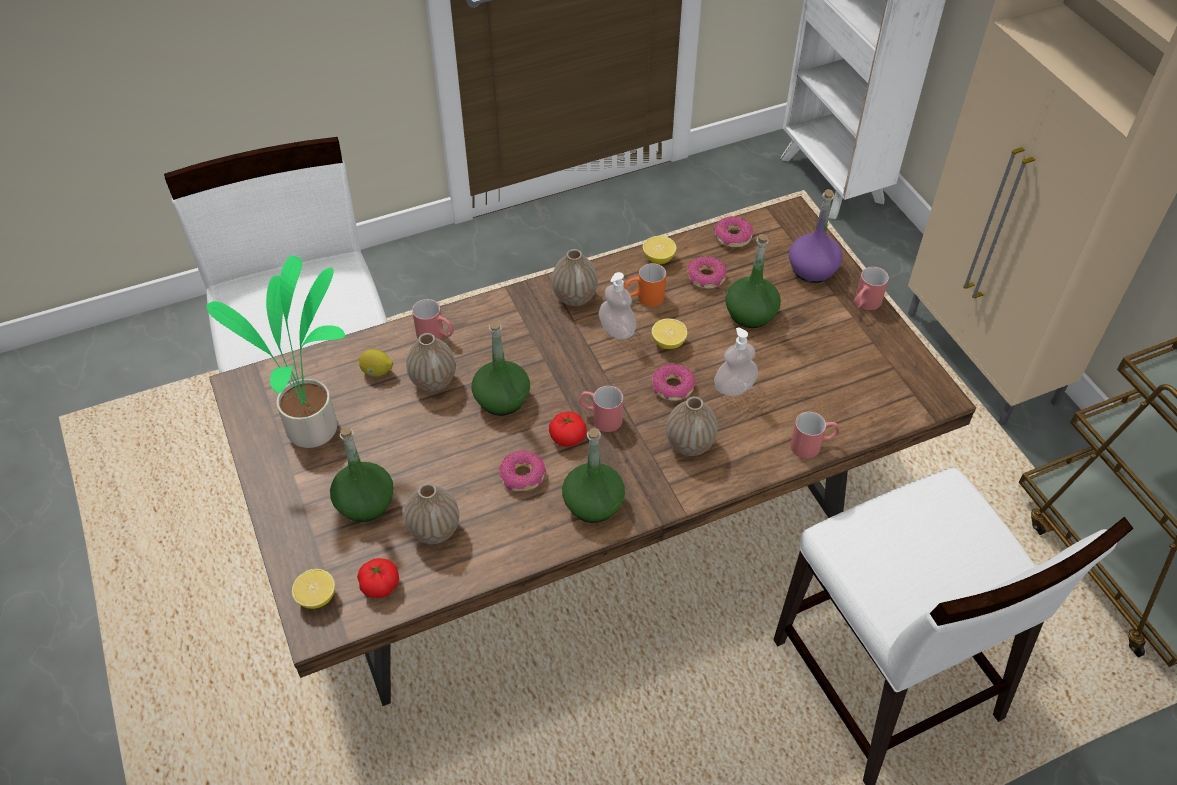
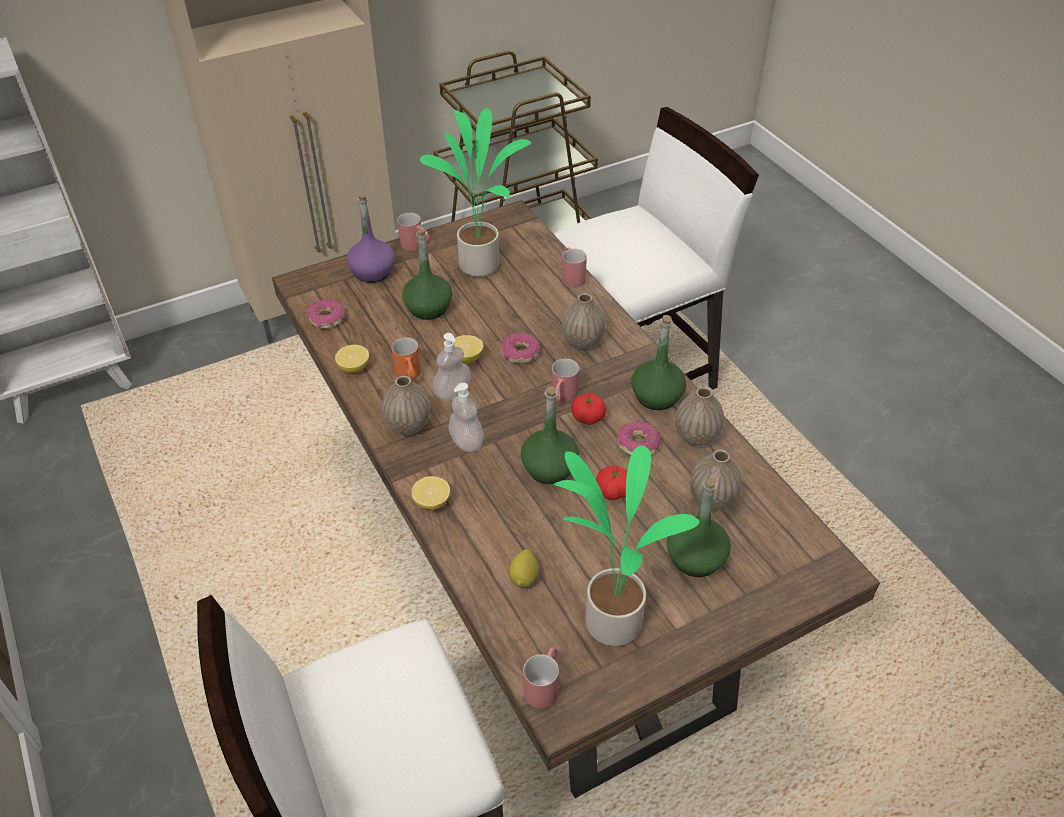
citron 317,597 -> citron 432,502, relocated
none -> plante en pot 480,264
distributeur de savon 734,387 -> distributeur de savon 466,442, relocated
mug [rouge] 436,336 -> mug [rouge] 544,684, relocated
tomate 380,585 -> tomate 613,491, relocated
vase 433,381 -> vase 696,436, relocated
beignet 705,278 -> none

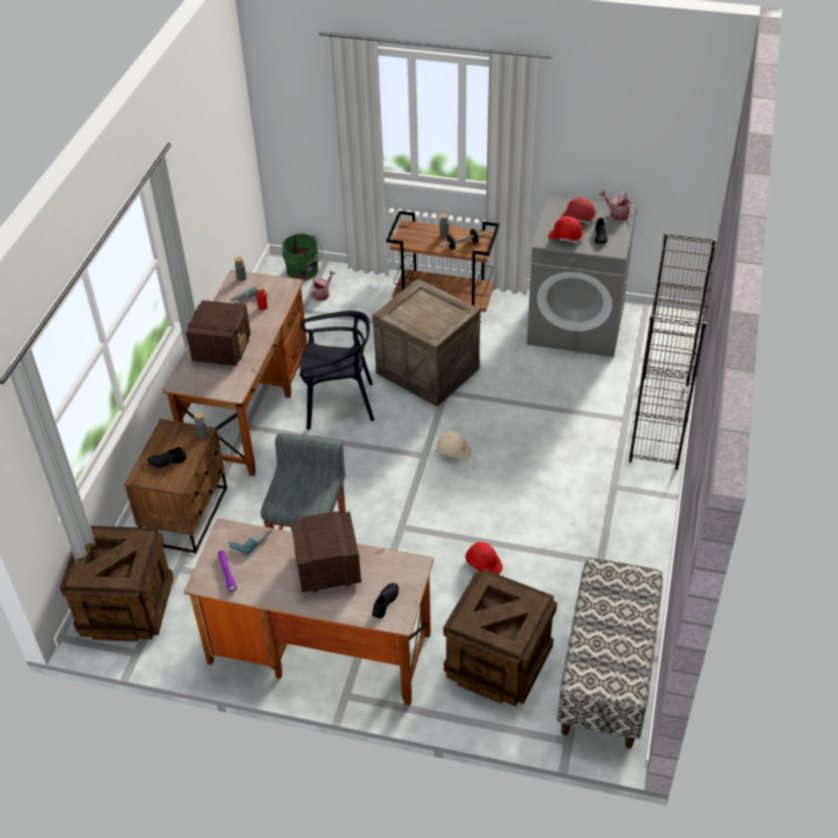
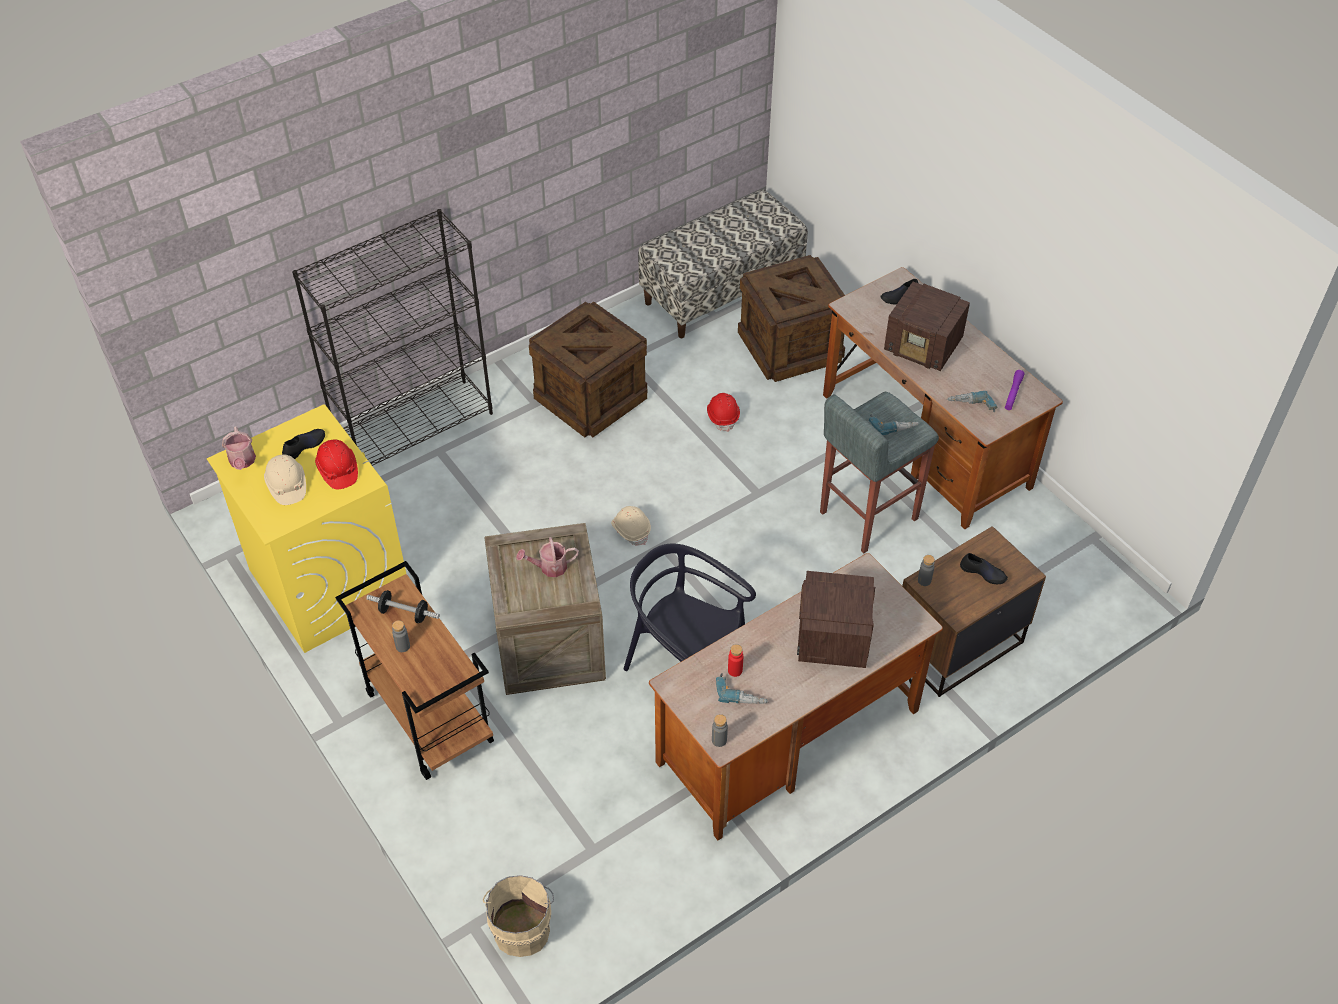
lave-linge [gris] 577,324 -> lave-linge [jaune] 328,582
casque de chantier [rouge] 578,218 -> casque de chantier [beige] 287,486
seau [vert] 303,271 -> seau [beige] 522,927
arrosoir 323,294 -> arrosoir 549,567, relocated
caisse 125,606 -> caisse 592,397, relocated
radio 222,349 -> radio 832,639, 45 degrees counterclockwise
none -> perceuse 893,425

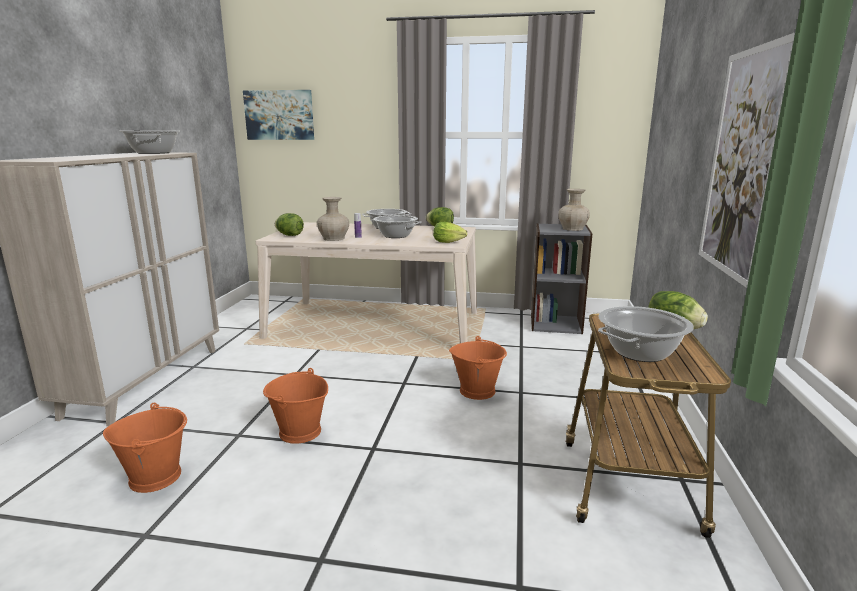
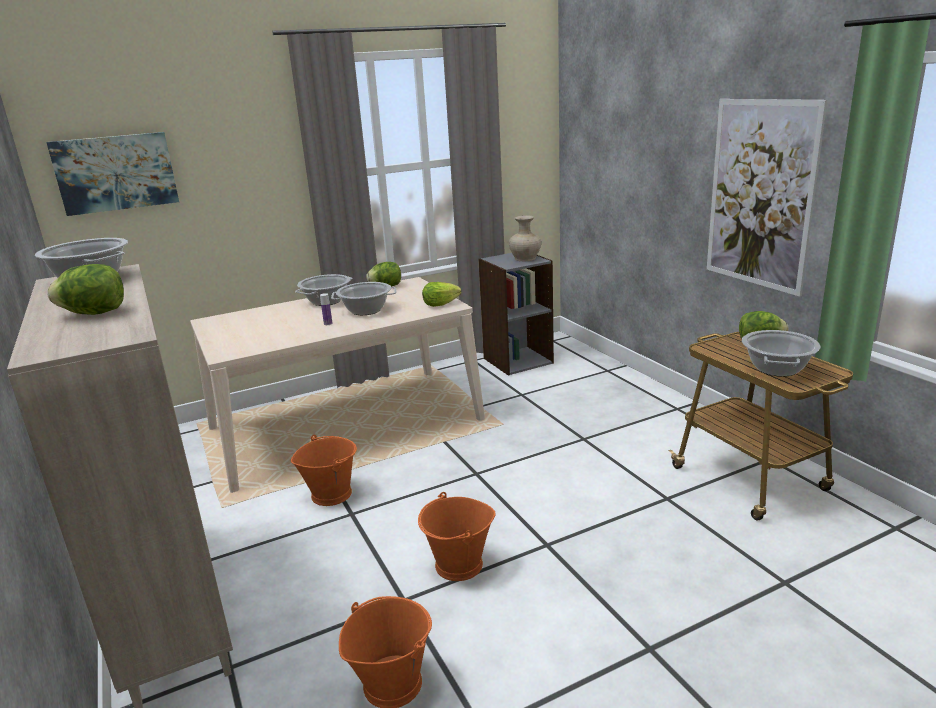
laitue 289,235 -> laitue 95,313, relocated
seau [orange] 477,390 -> seau [orange] 331,494, relocated
vase [beige] 333,238 -> none

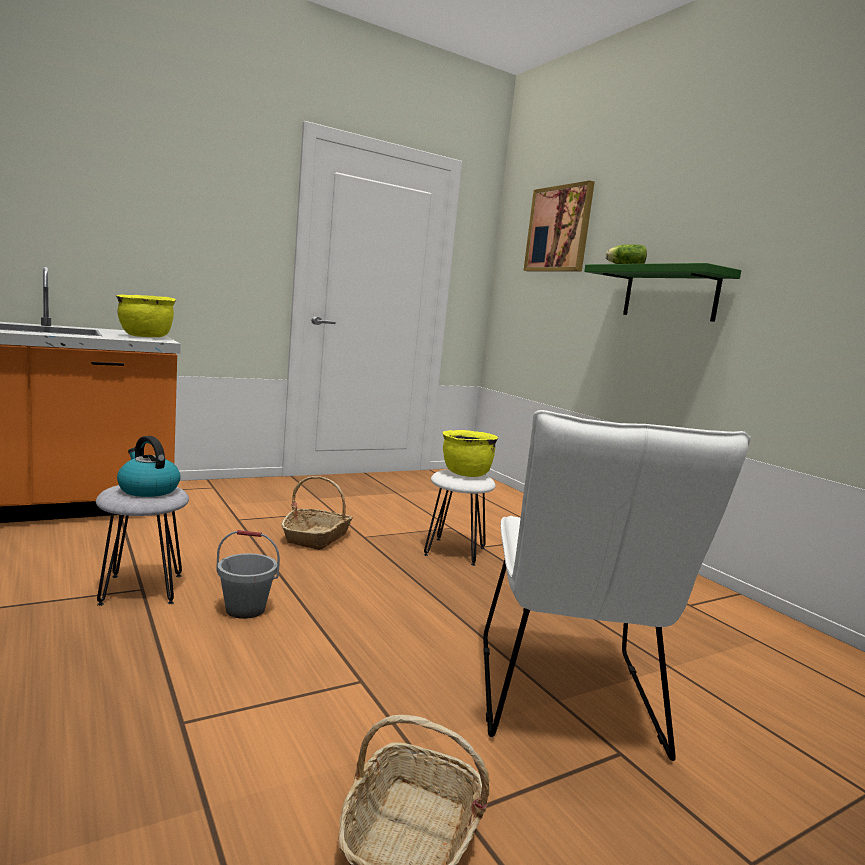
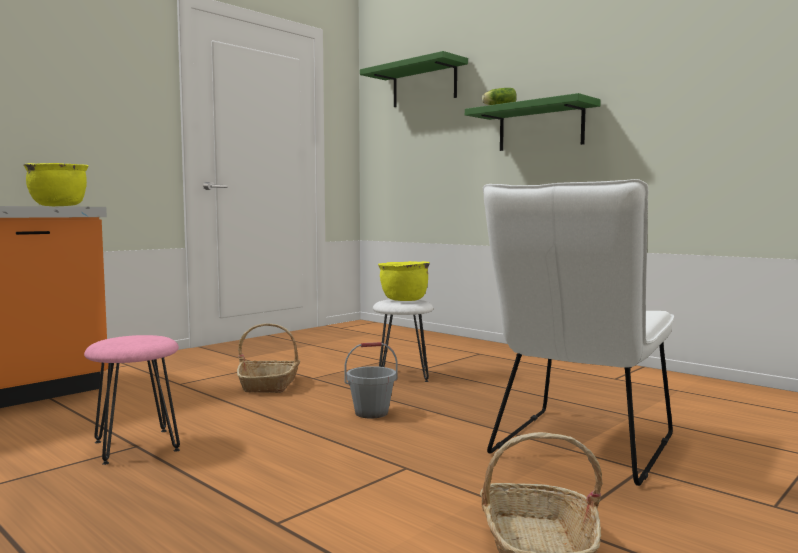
tabouret [gris] 142,589 -> tabouret [rose] 136,446
seau [gris] 245,609 -> seau [gris] 371,413, relocated
tableau 559,229 -> étagère [vert] 424,84
chaise [blanc] 567,702 -> chaise [blanc] 578,449, 45 degrees clockwise
bouilloire 147,489 -> none

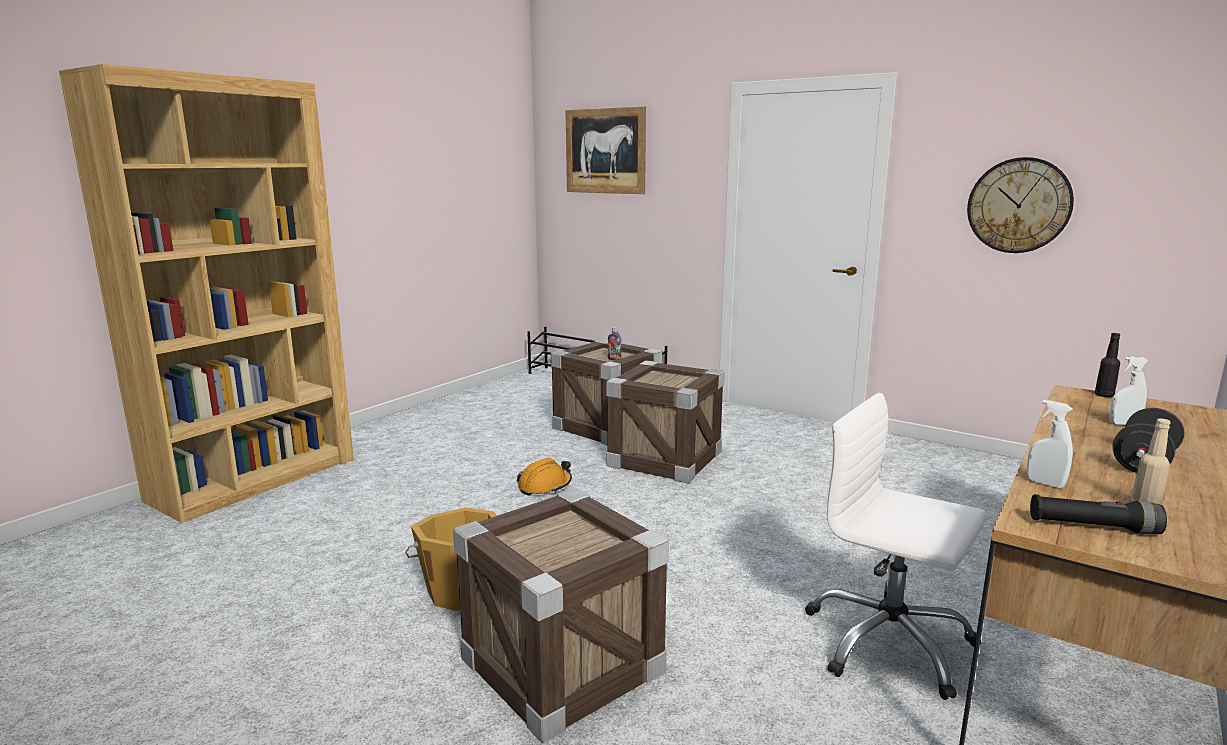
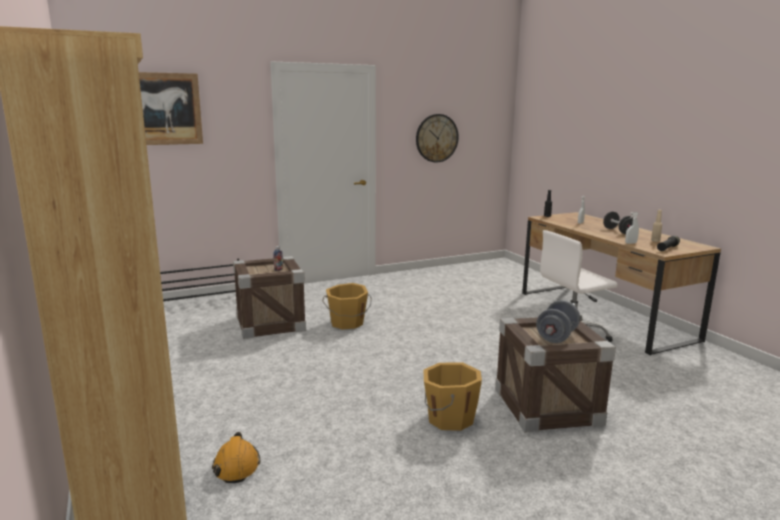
casque de chantier [orange] 545,486 -> casque de chantier [orange] 236,466, relocated
caisse 665,459 -> seau [orange] 347,323
none -> haltère [gris] 556,337

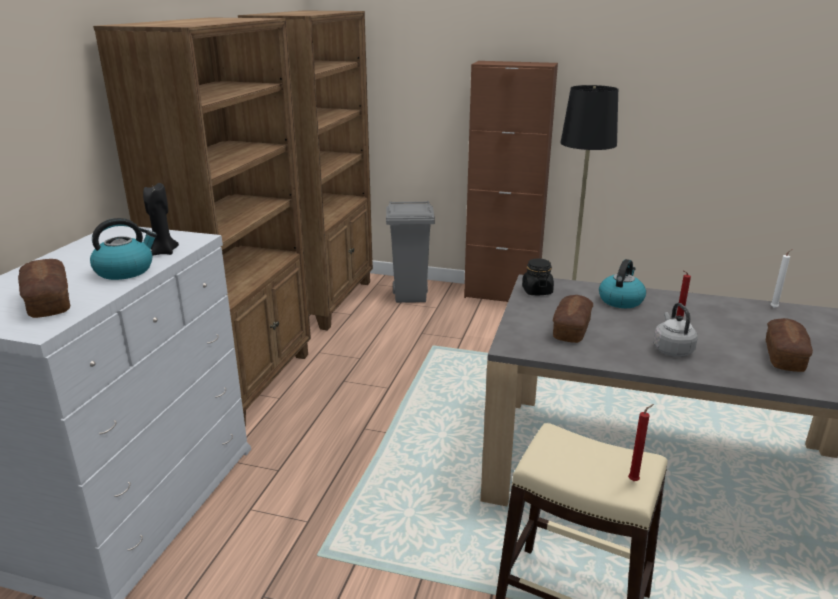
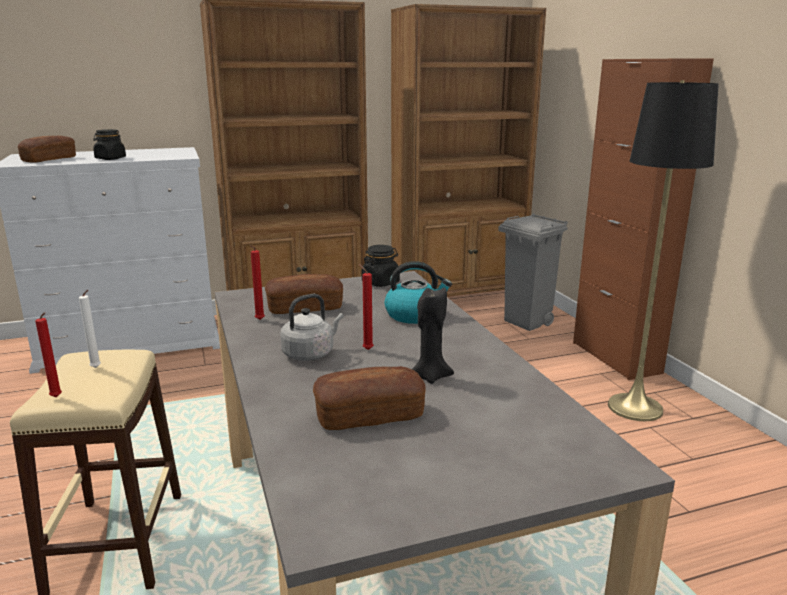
bougie [blanc] 774,307 -> bougie [blanc] 97,368, relocated
bouilloire 125,270 -> bocal [noir] 110,159
none -> bougie [rouge] 259,320
bougie [noir] 163,252 -> bougie [noir] 430,376, relocated

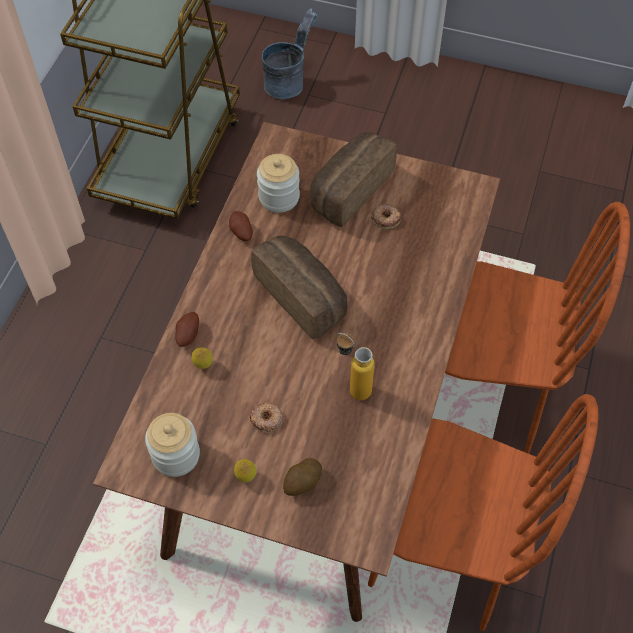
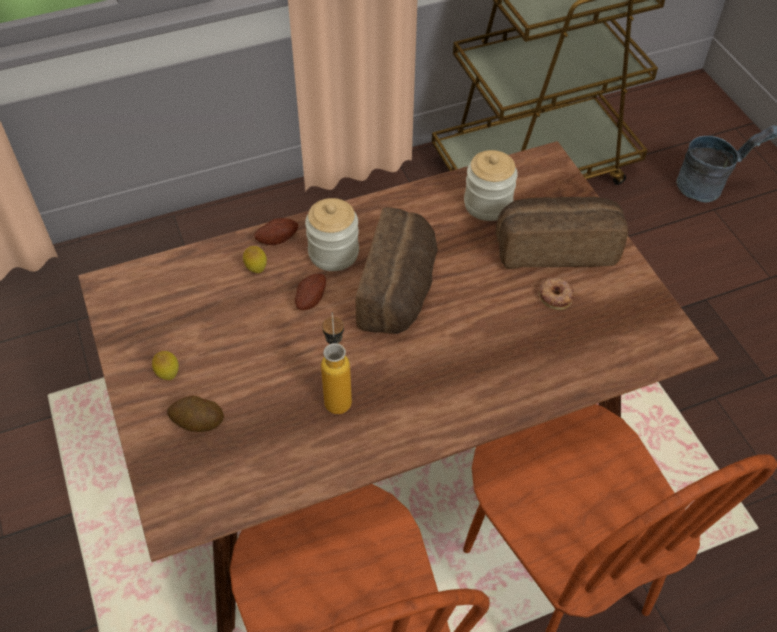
pomme de terre 241,232 -> pomme de terre 310,299, relocated
bocal 176,455 -> bocal 333,253, relocated
beignet 267,419 -> none

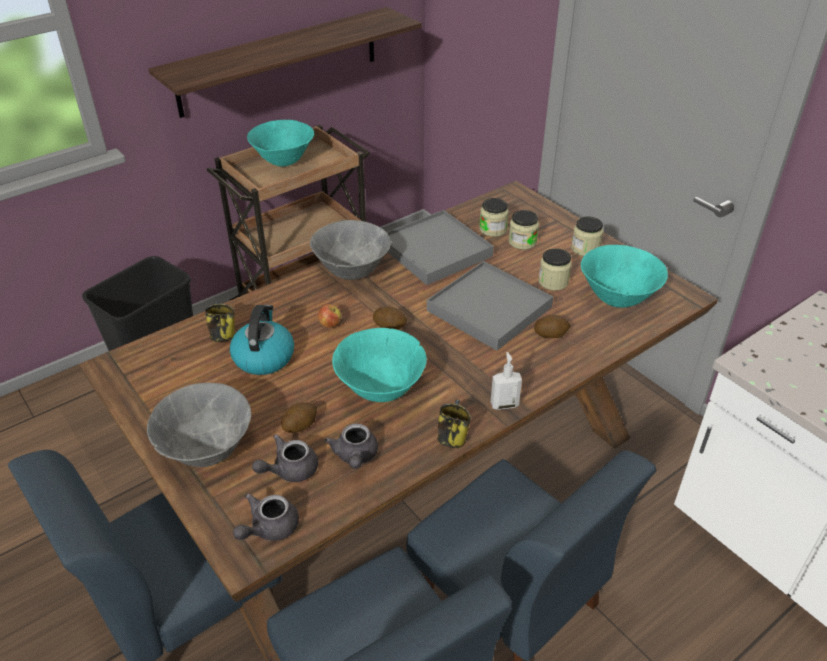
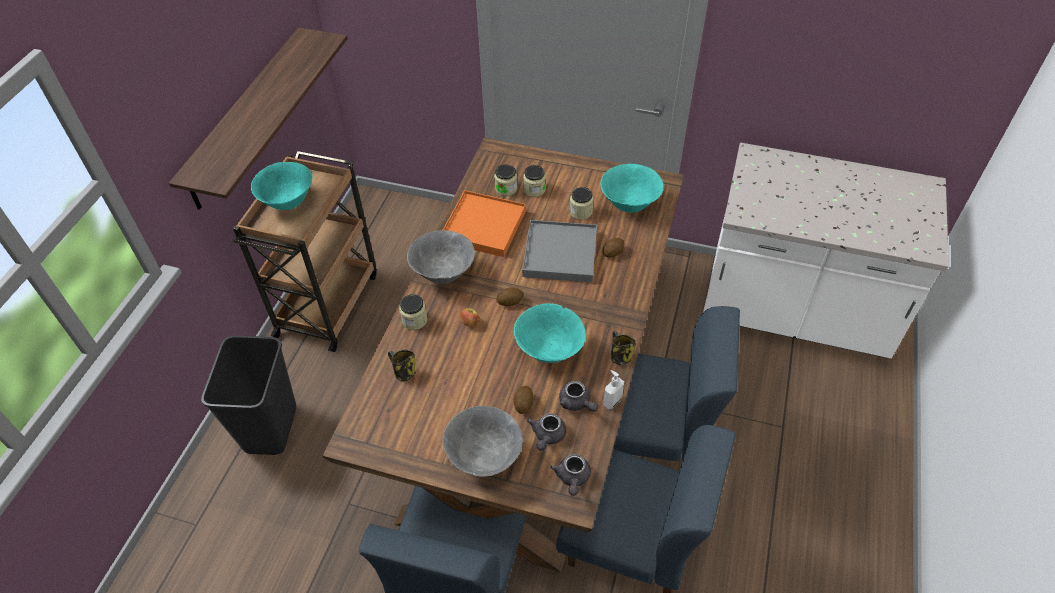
bocal 585,249 -> bocal 414,320, relocated
plateau [gris] 435,250 -> plateau [orange] 483,226
distributeur de savon 504,404 -> distributeur de savon 612,401, relocated
bouilloire 263,357 -> none

